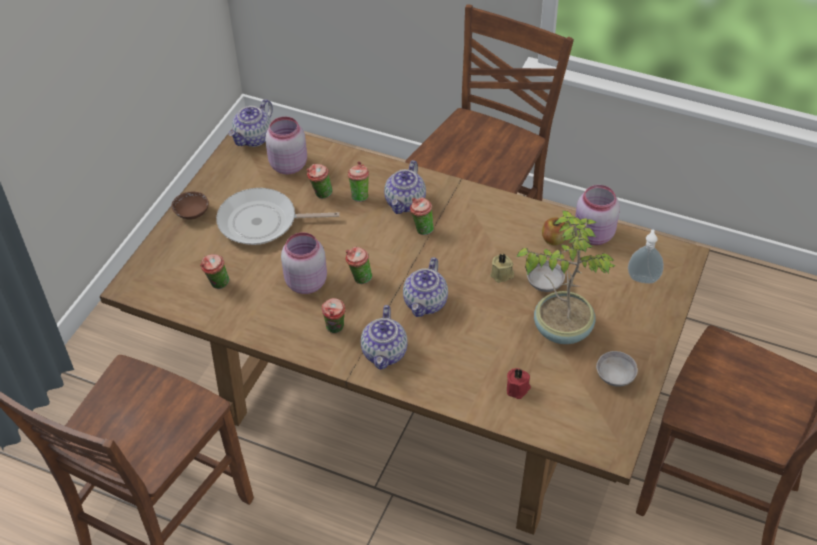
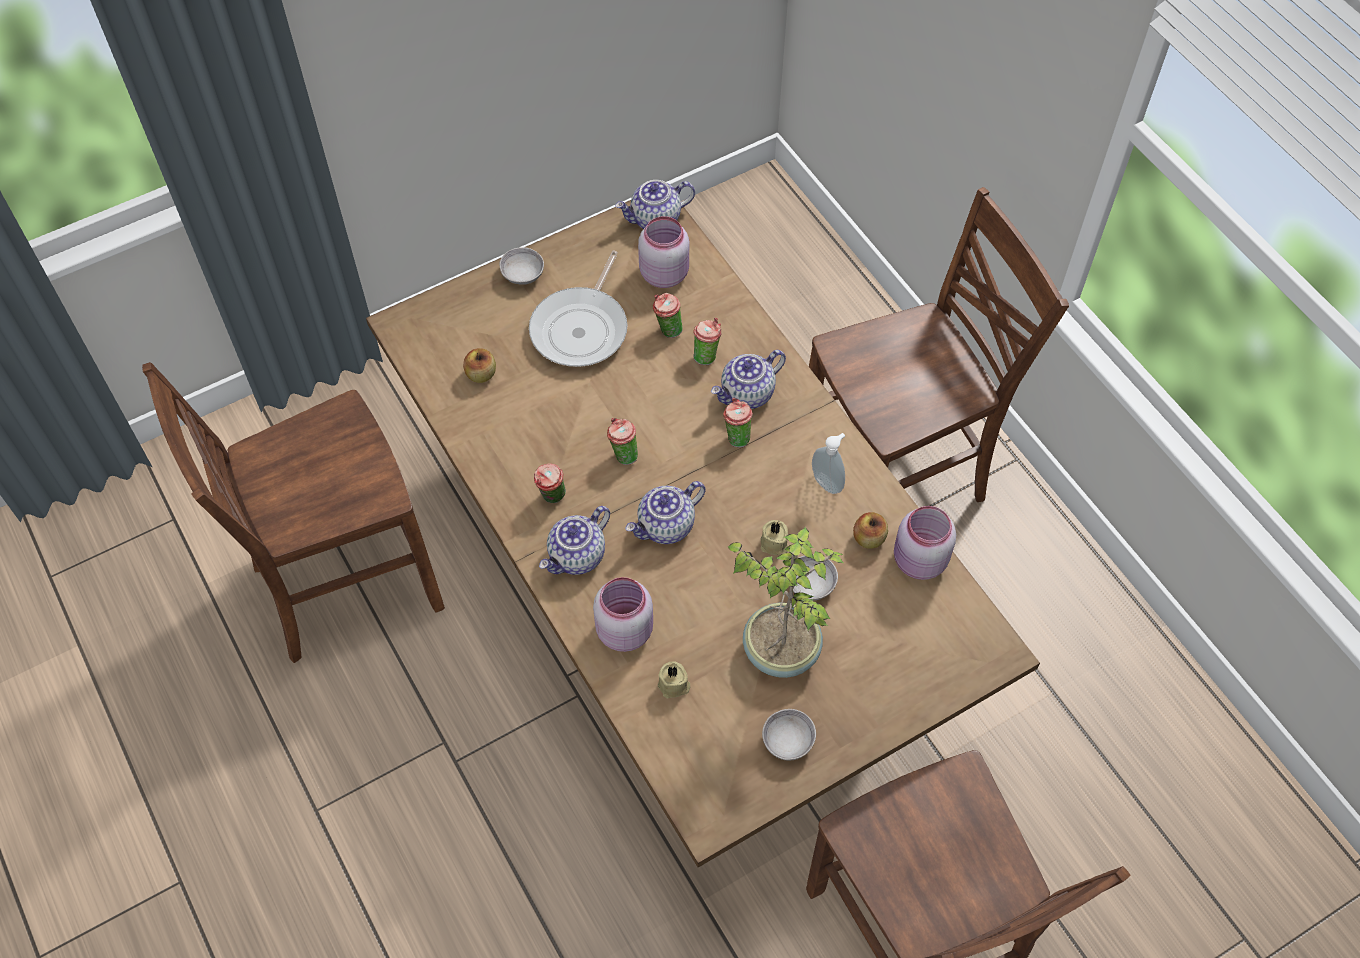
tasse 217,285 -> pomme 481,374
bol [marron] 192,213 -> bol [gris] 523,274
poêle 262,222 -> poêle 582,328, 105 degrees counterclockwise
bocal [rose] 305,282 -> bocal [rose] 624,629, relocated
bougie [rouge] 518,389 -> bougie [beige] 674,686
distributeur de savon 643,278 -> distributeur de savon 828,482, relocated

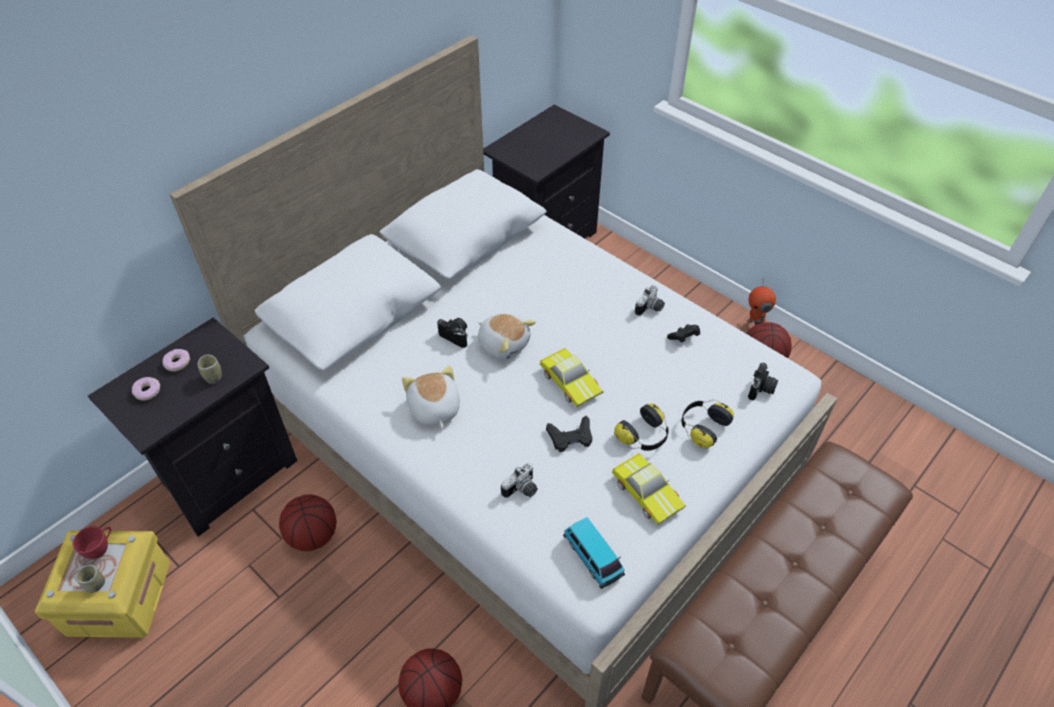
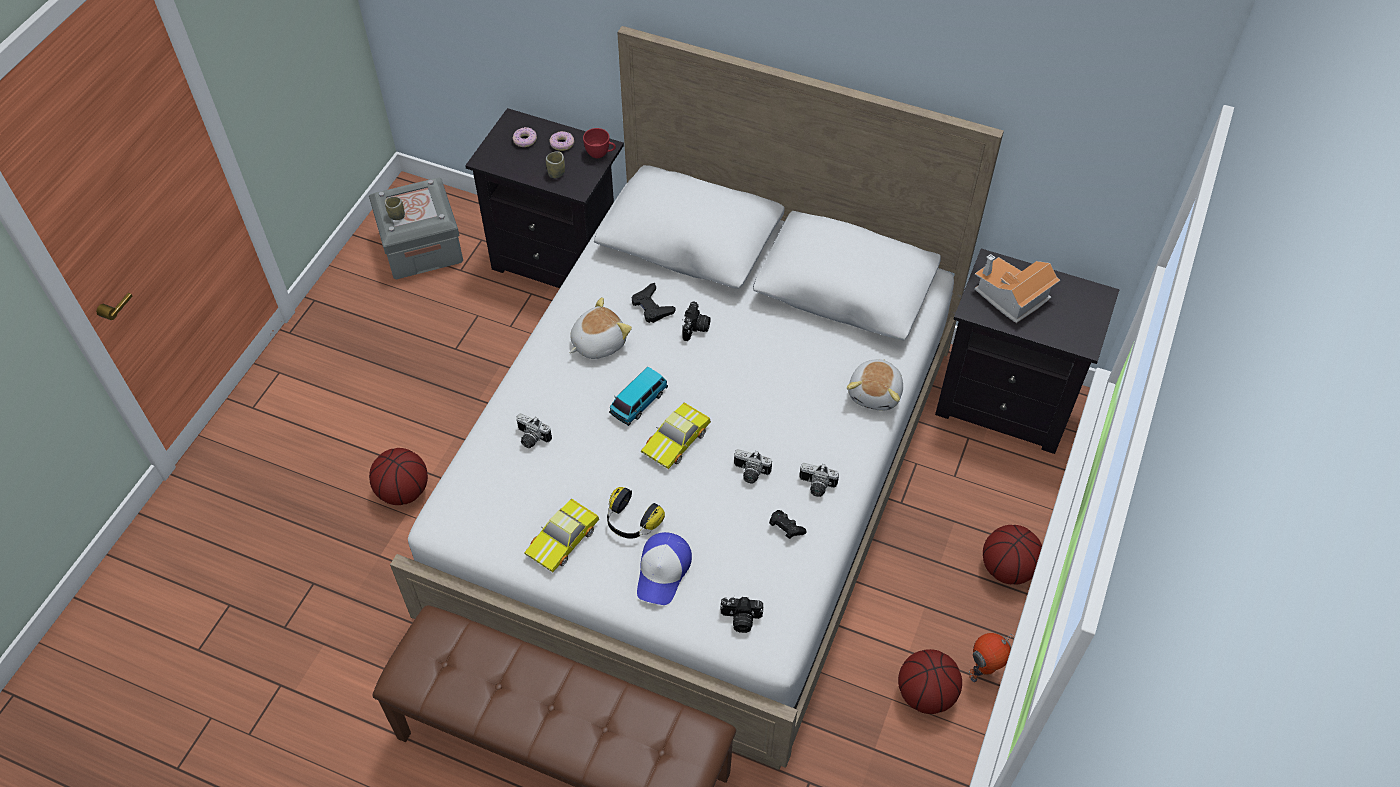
boîte de rangement [jaune] 119,598 -> boîte de rangement [gris] 421,247
tasse [rouge] 101,548 -> tasse [rouge] 600,154, relocated
petite voiture 593,557 -> petite voiture 638,402, relocated
manette [noir] 570,437 -> manette [noir] 652,307, relocated
casque audio 702,427 -> casquette 663,571
none -> appareil photo 750,473
peluche 504,343 -> peluche 876,393, relocated
none -> maison miniature 1010,297
ballon de basket 313,535 -> ballon de basket 1008,568, relocated

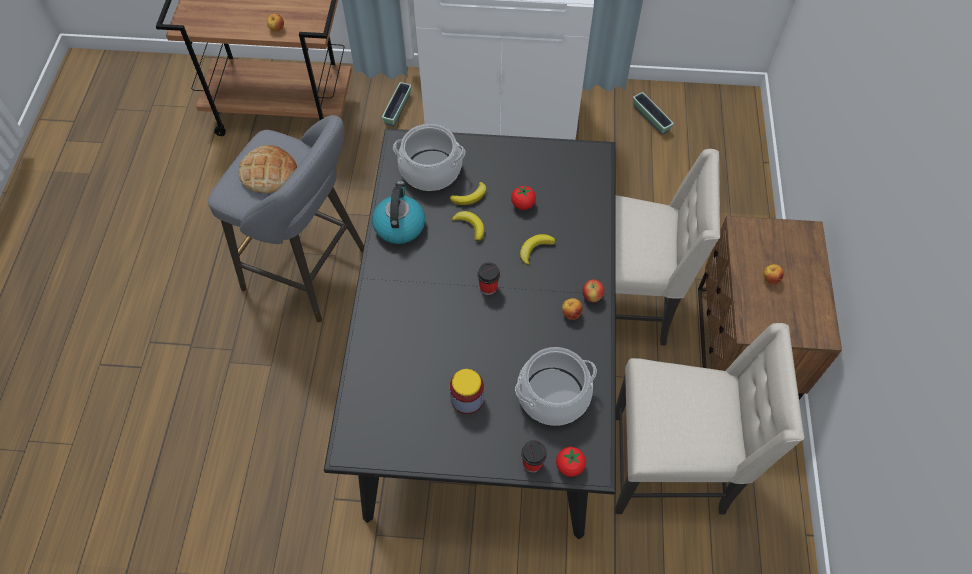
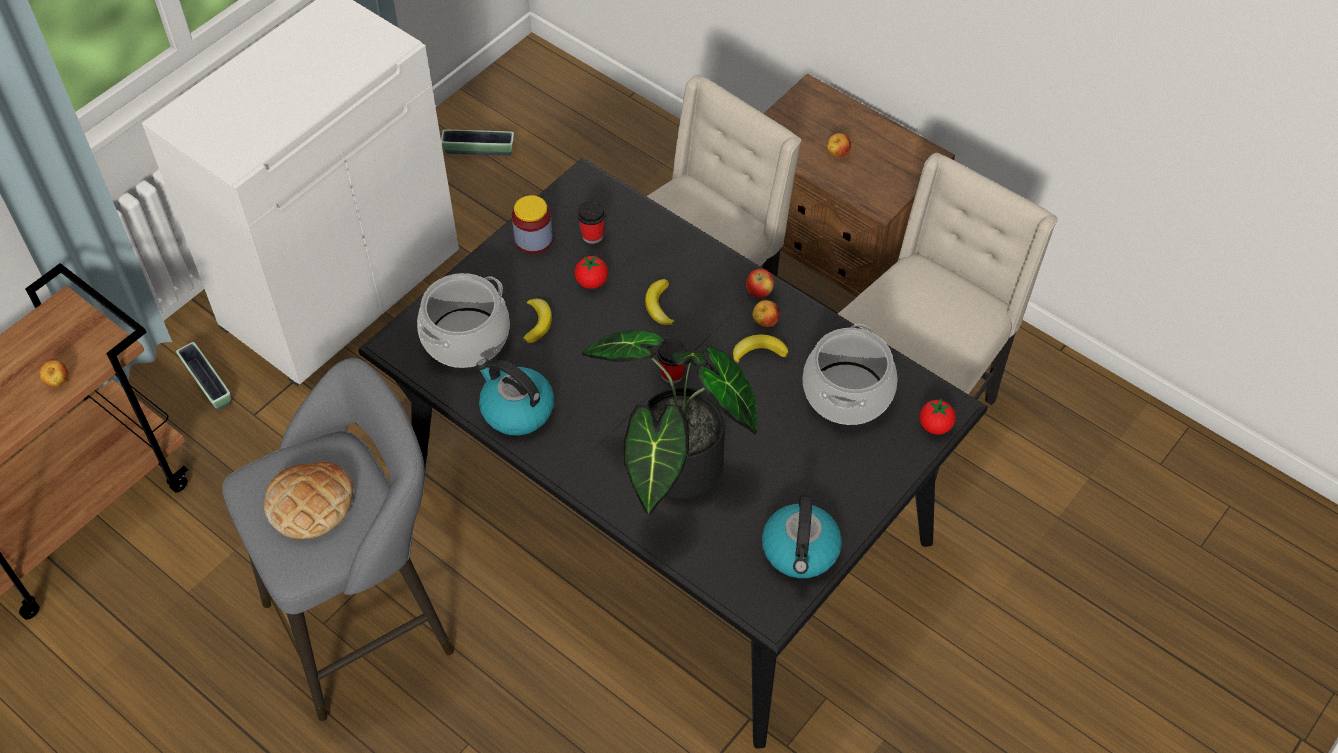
bocal 467,399 -> bocal 533,239, relocated
tasse 532,463 -> tasse 592,235, relocated
none -> plante en pot 673,471
banane 470,226 -> banane 758,351, relocated
none -> bouilloire 800,551

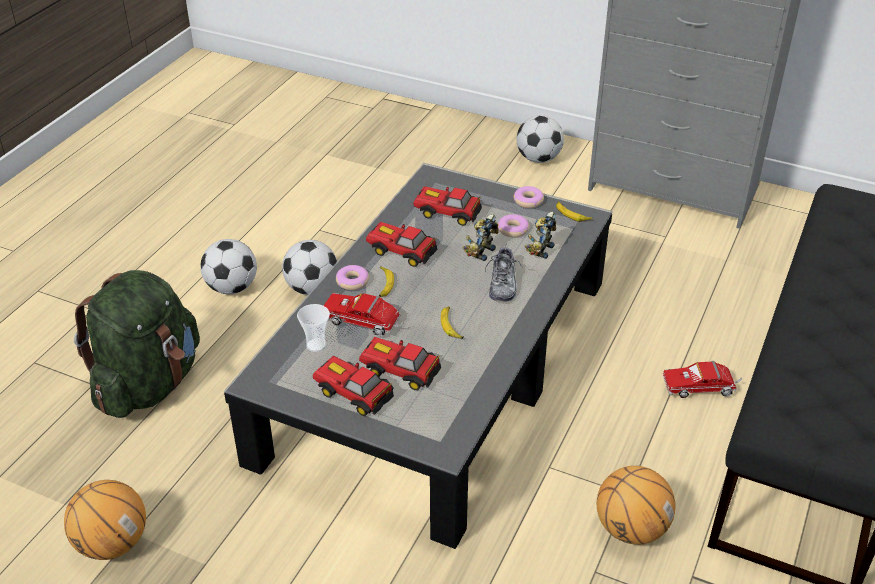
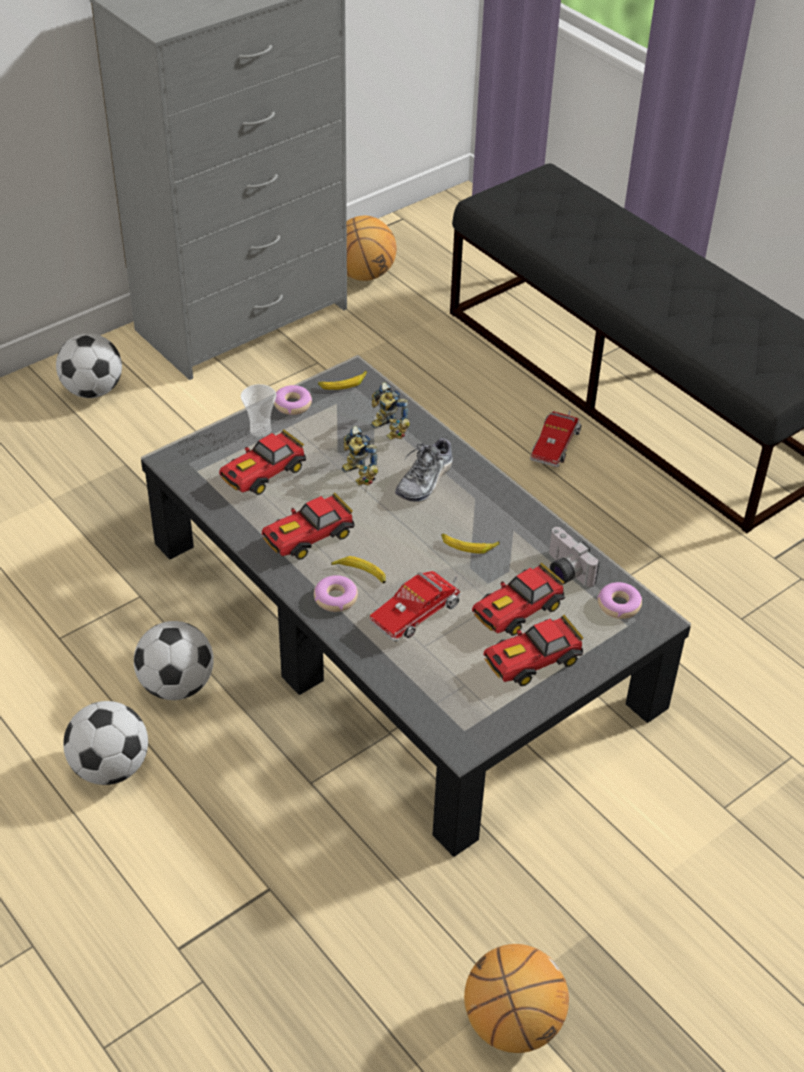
tasse 316,345 -> tasse 260,430, relocated
ballon de basket 630,529 -> ballon de basket 364,275, relocated
chaussure 503,284 -> chaussure 425,481, 90 degrees clockwise
none -> appareil photo 564,571
beignet 513,230 -> beignet 619,605, relocated
sac à dos [vert] 149,384 -> none

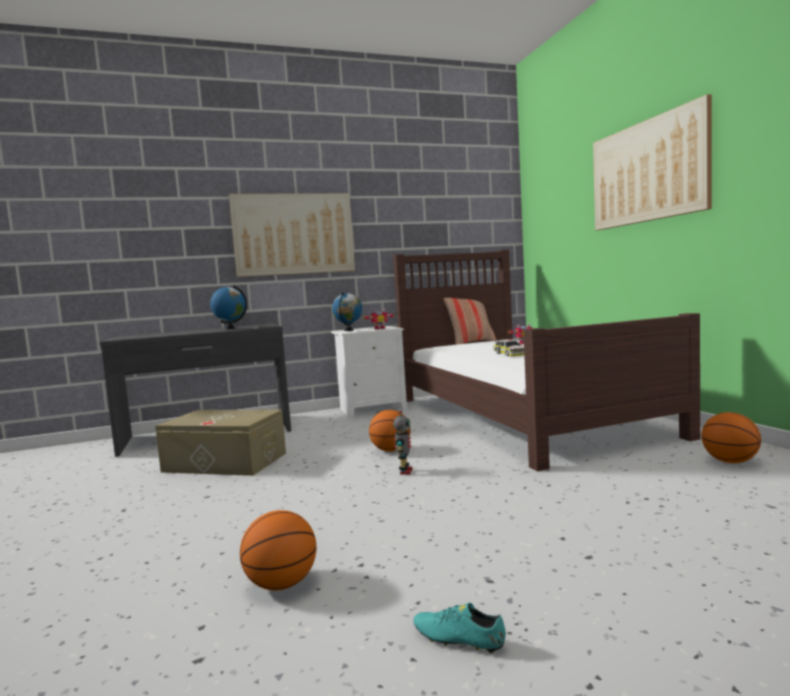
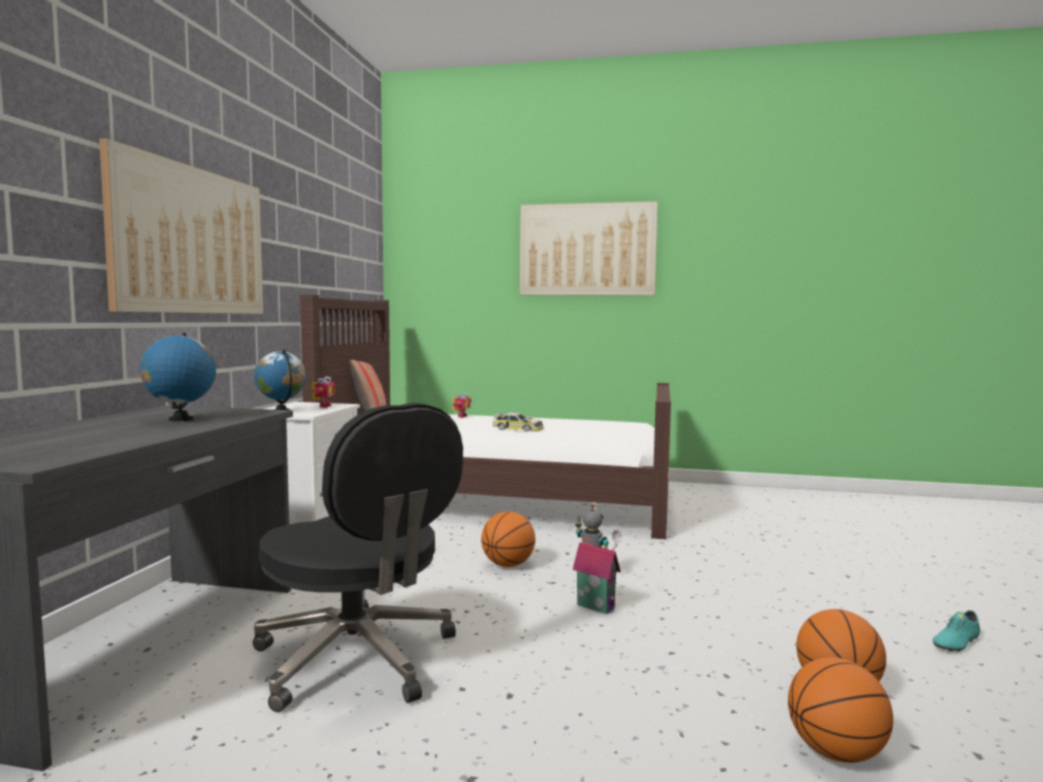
boîte de rangement [beige] 225,462 -> chaise de bureau [noir] 358,659
none -> maison miniature 597,606
ballon de basket 730,462 -> ballon de basket 836,752, relocated

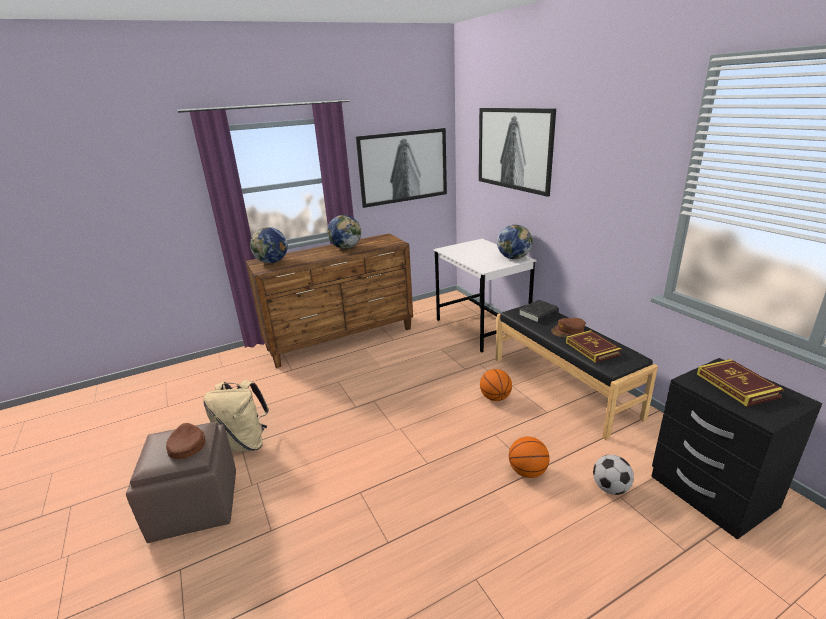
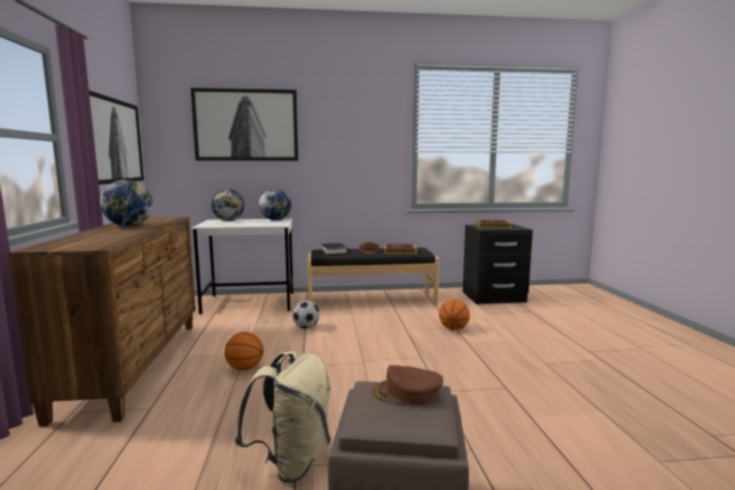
globe 272,262 -> globe 229,220, relocated
ballon de basket 495,398 -> ballon de basket 245,368, relocated
ballon de foot 611,488 -> ballon de foot 306,327, relocated

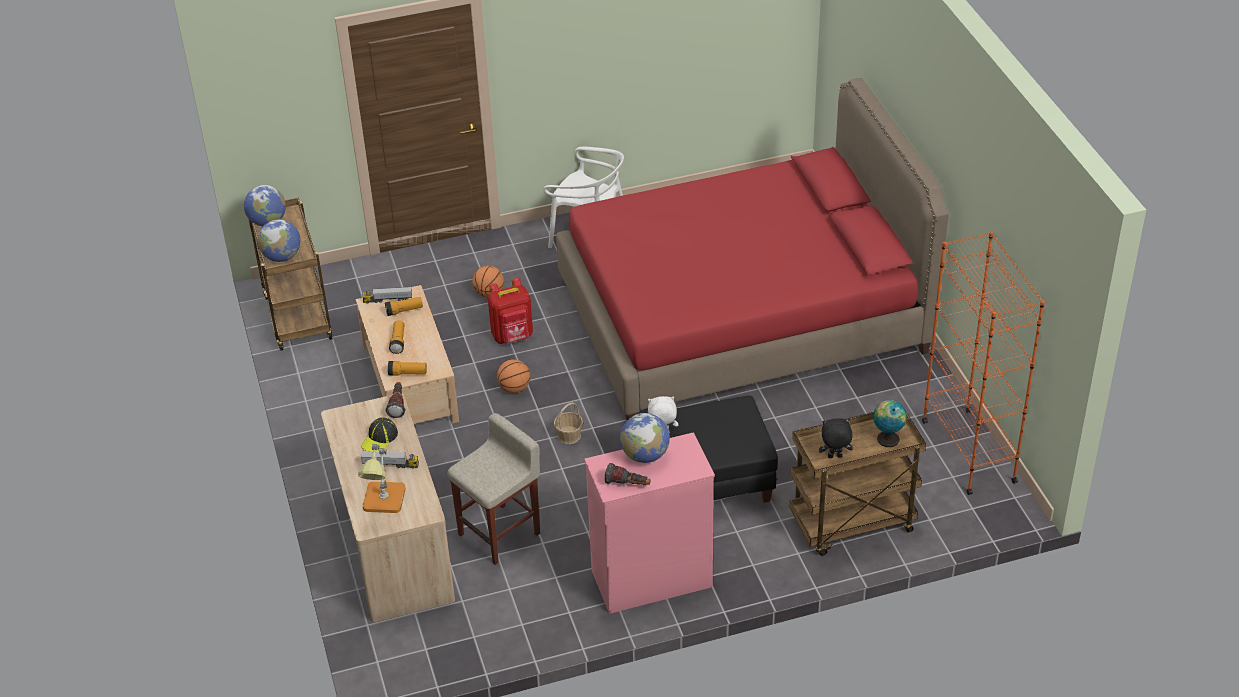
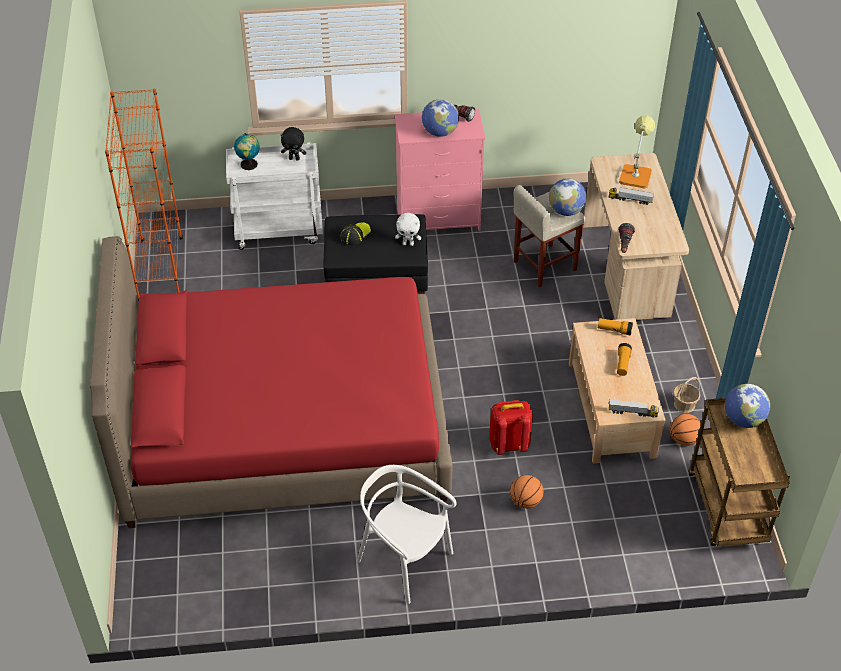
chariot [marron] 851,525 -> chariot [blanc] 279,231
casquette 379,438 -> casquette 355,234, relocated
globe 268,222 -> globe 566,211, relocated
ballon de basket 514,388 -> ballon de basket 683,439, relocated
panier 569,435 -> panier 684,404, relocated
lampe de poche 404,311 -> none

